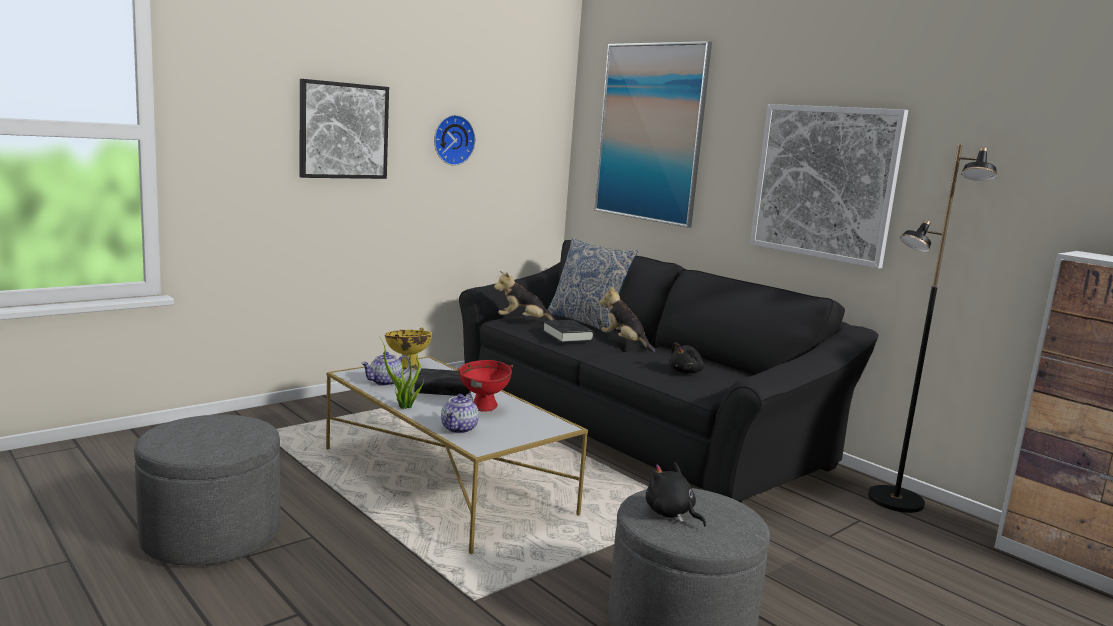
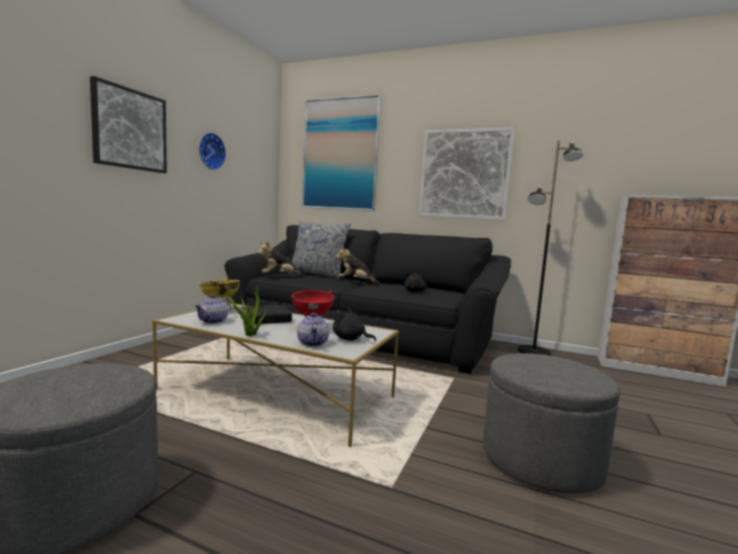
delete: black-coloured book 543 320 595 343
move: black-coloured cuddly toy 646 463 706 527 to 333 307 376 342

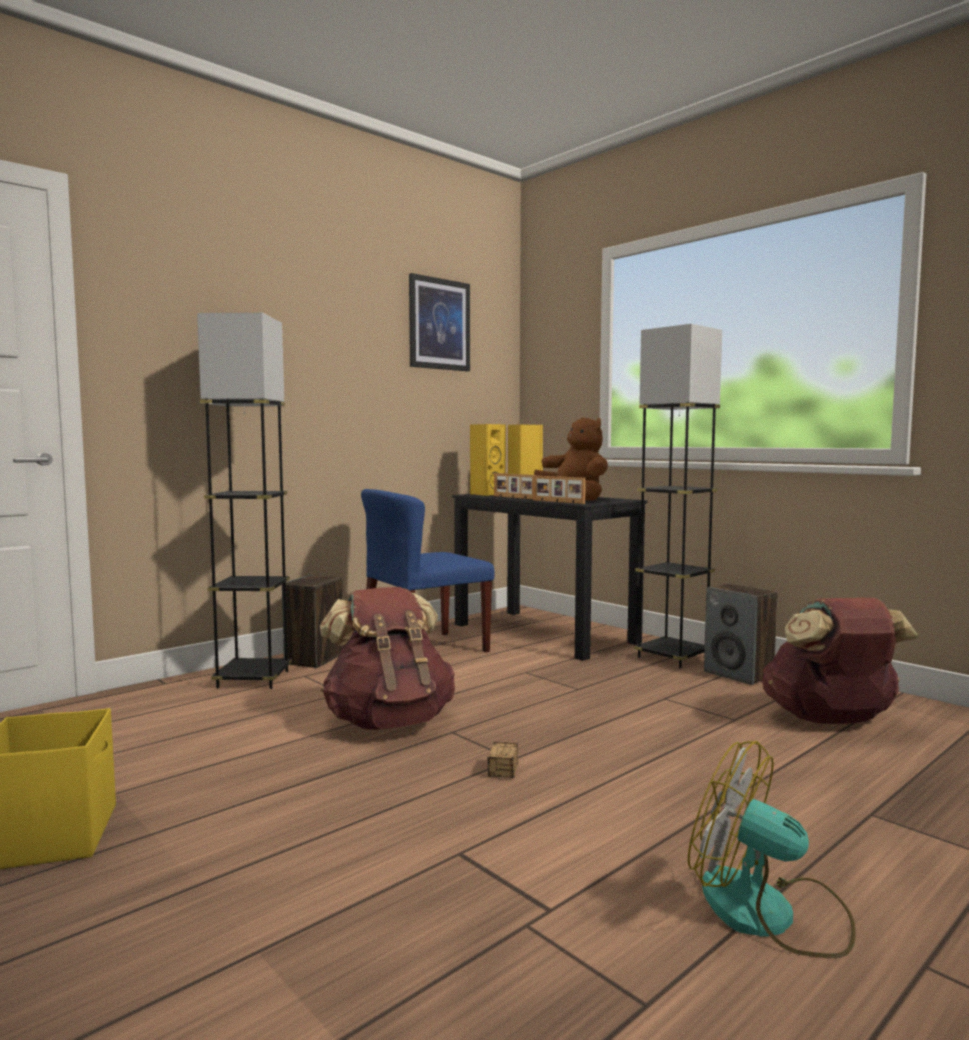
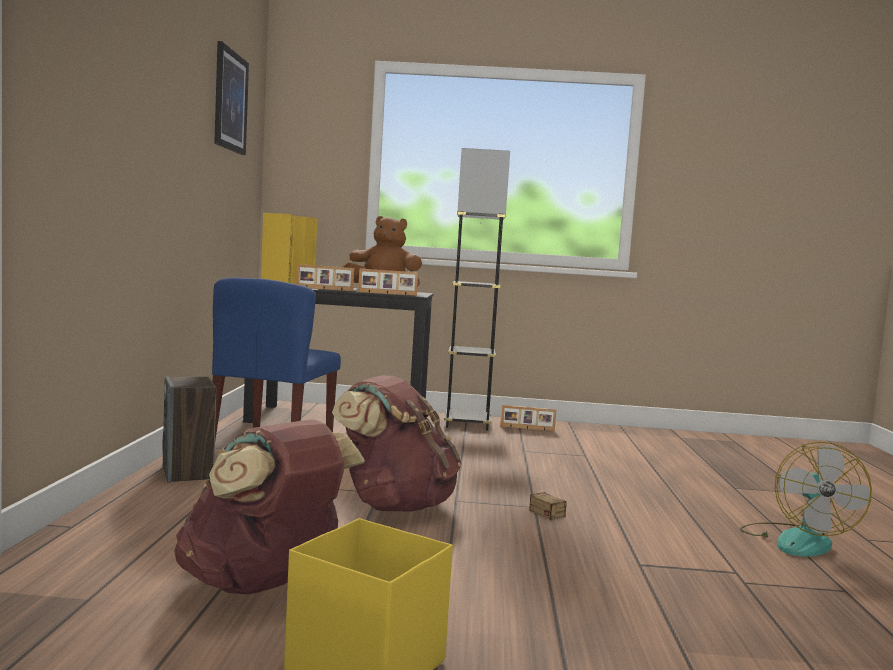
delete: gray standard lamp 197 313 292 689
move: brown-coloured backpack 762 598 919 724 to 174 419 365 595
replace: speaker 704 584 778 685 to picture frame 501 405 556 431
rotate: cooling fan 688 741 856 958 = 740 441 872 557 75 degrees counterclockwise

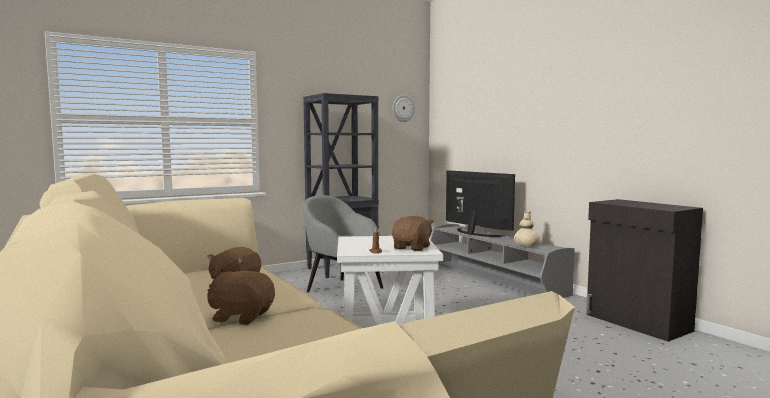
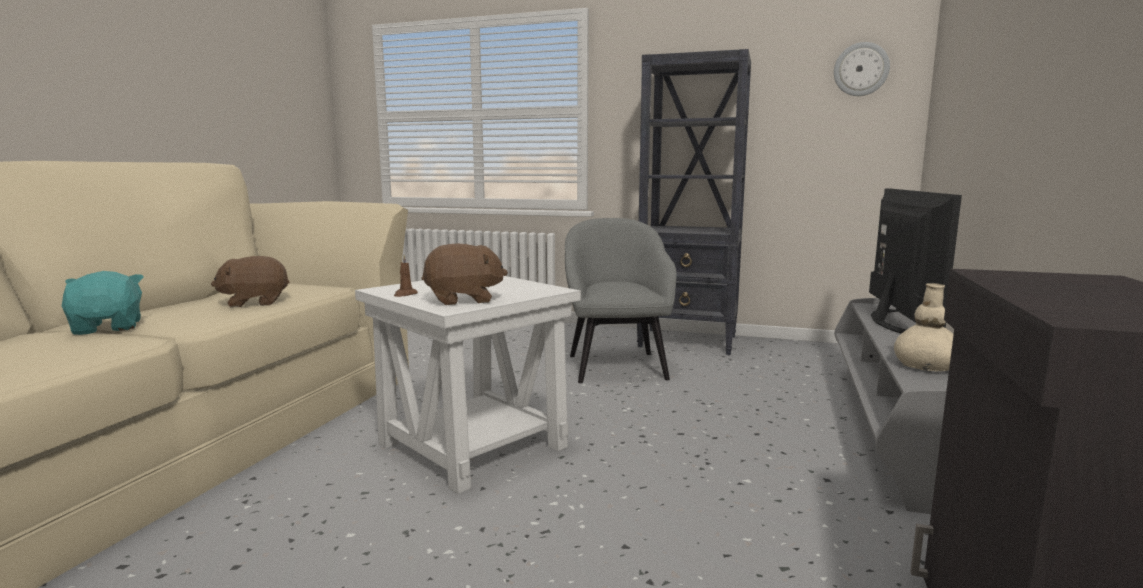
recolor: brown-coloured cuddly toy 207 271 275 325 to turquoise cuddly toy 62 271 144 335

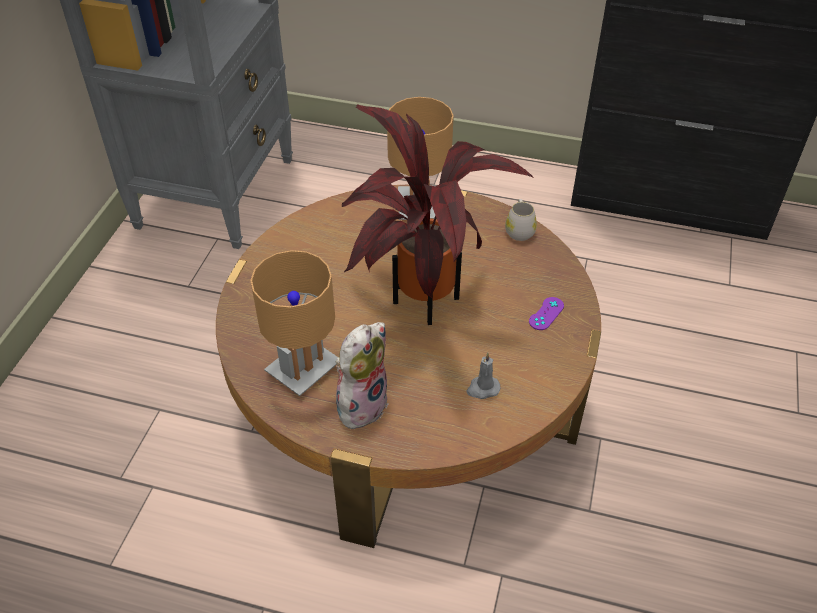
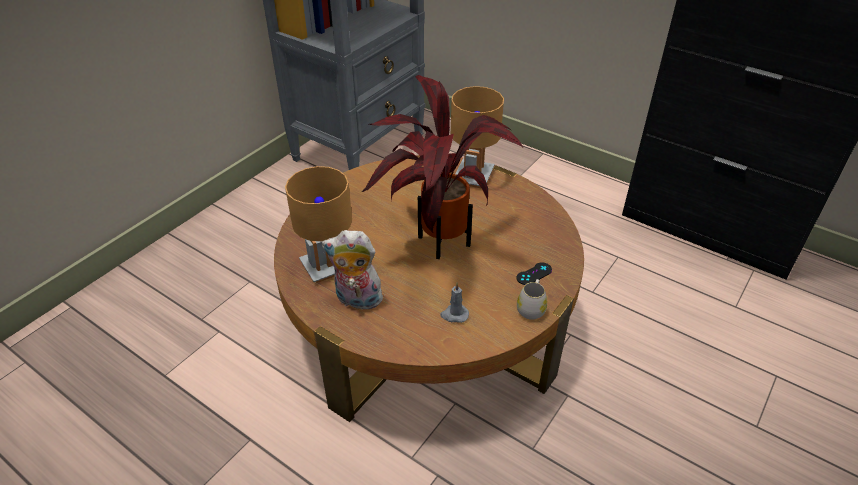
move: whitish mug 505 199 537 241 to 517 279 547 320
recolor: purple gamepad 529 297 564 330 to black-coloured gamepad 517 262 552 285
rotate: cuddly toy 335 322 389 430 = 322 230 383 310 135 degrees counterclockwise

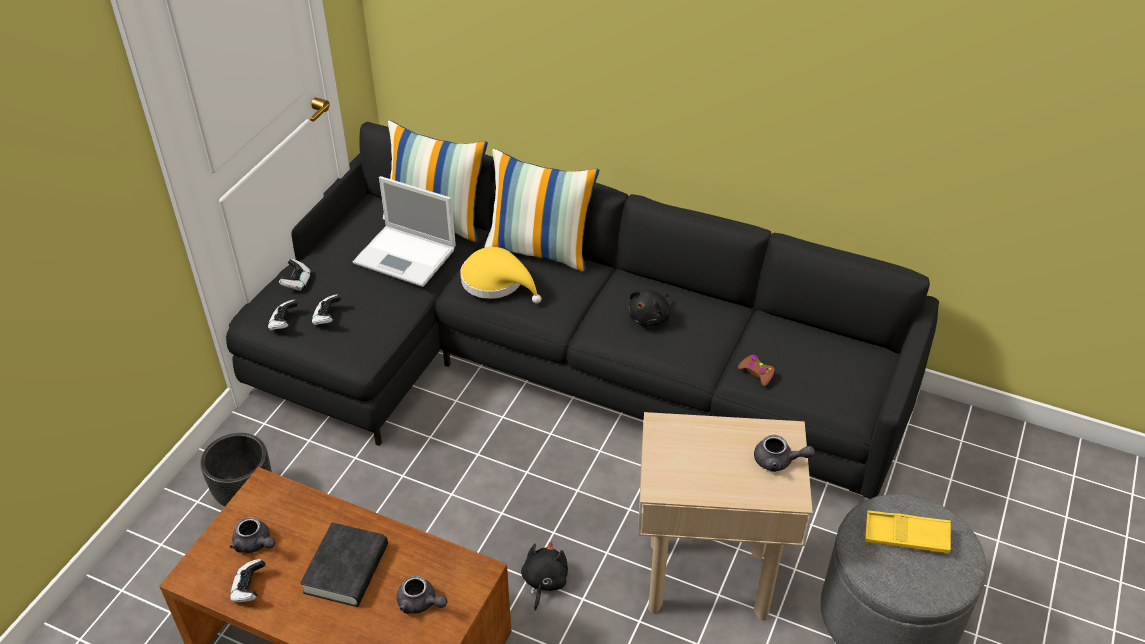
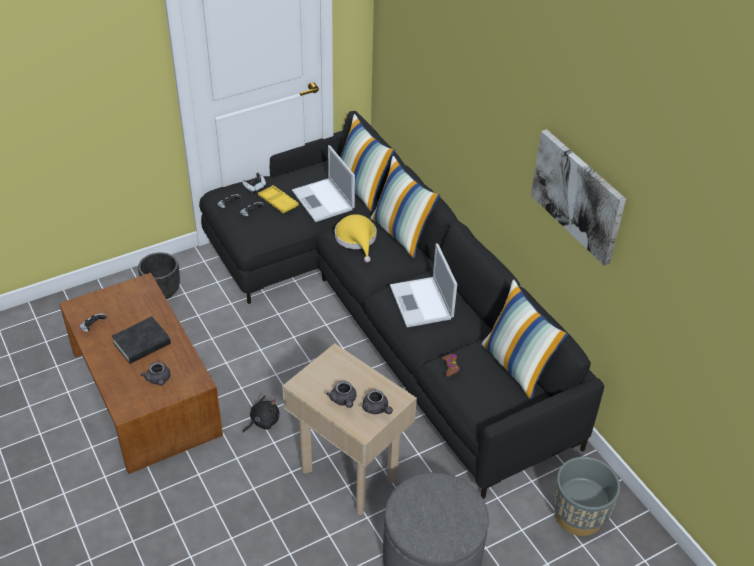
insert: throw pillow 482 279 568 400; picture 531 129 626 266; gray flower pot 553 457 620 536
move: yellow-coloured carrying tray 865 511 951 553 to 258 185 299 213; gray teapot 230 517 275 553 to 326 381 357 408
replace: black-coloured cuddly toy 628 290 671 326 to laptop 390 243 457 327

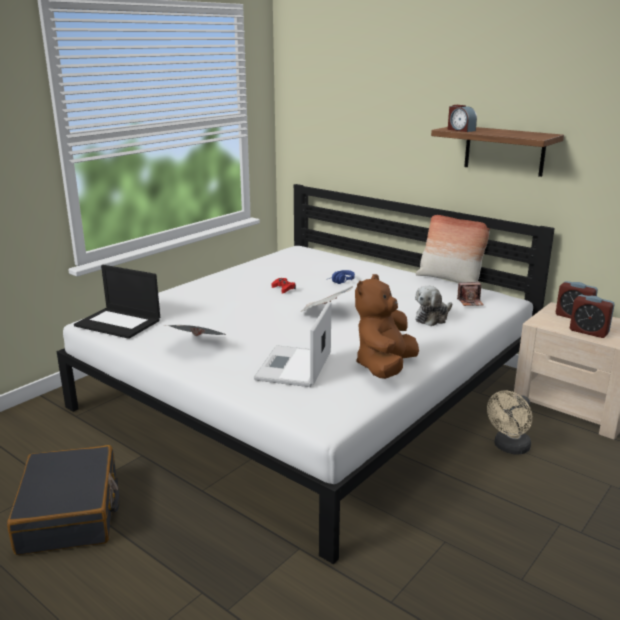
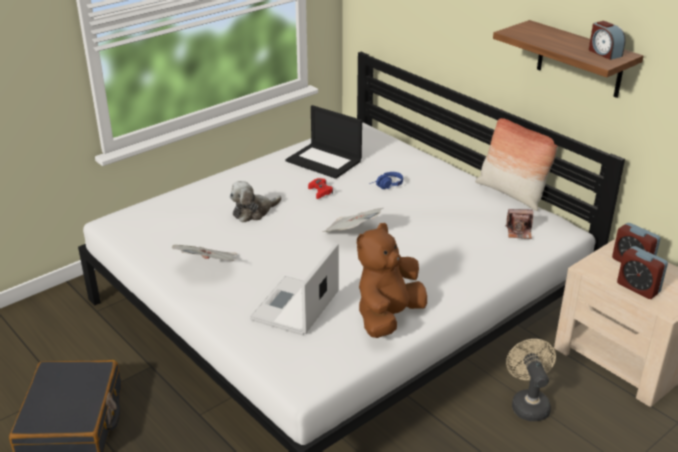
move: cuddly toy 415 286 452 326 to 230 181 282 223; laptop 74 265 160 339 to 286 105 362 179; table clock 448 105 477 132 to 589 21 626 60
rotate: sand-coloured cooling fan 487 390 533 455 = 506 339 556 421 120 degrees clockwise

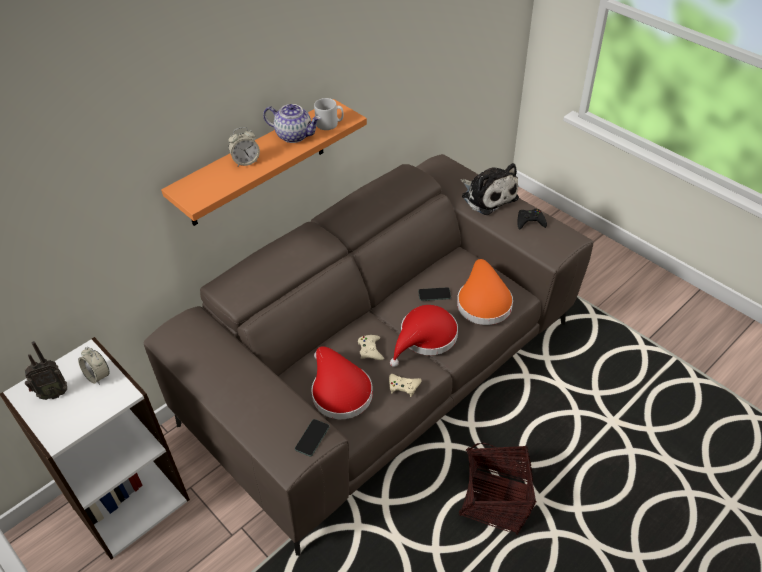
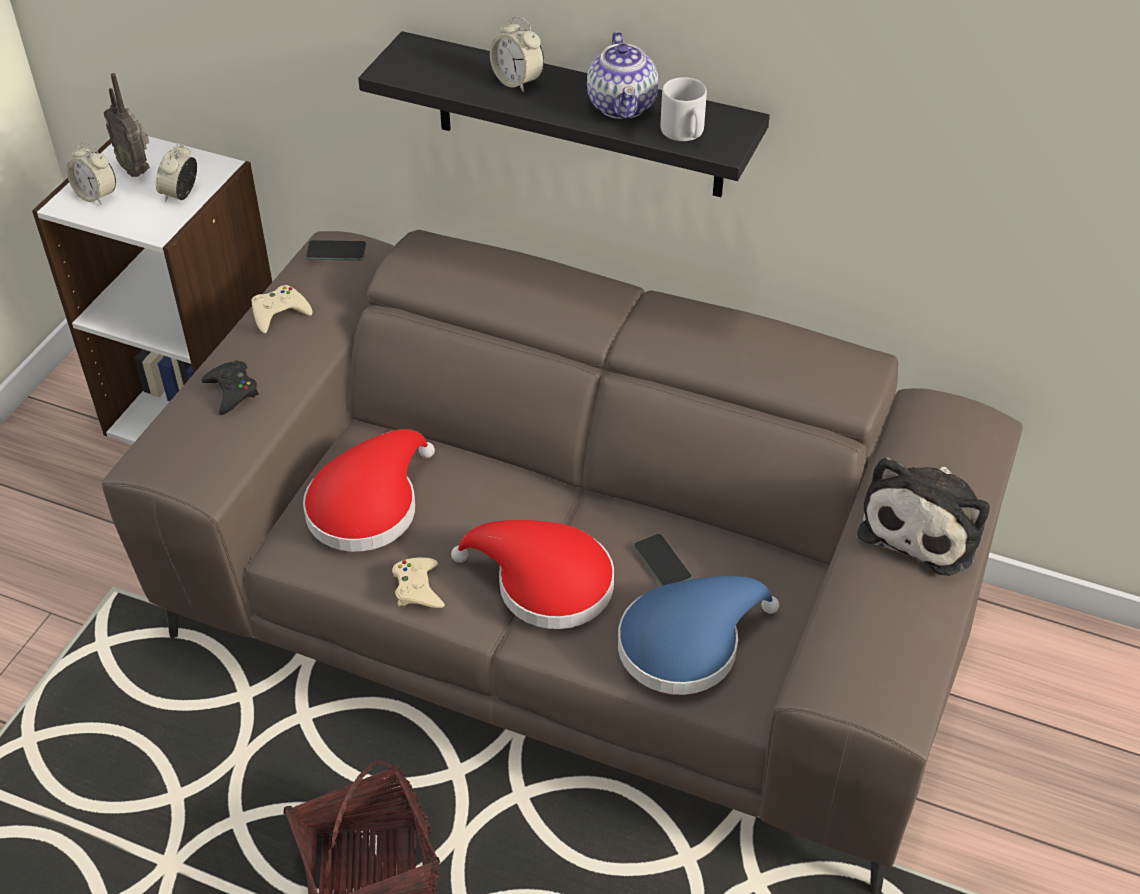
insert: table clock 67 142 116 205
move: black-coloured gamepad 517 209 547 229 to 202 360 259 415; sand-coloured gamepad 358 335 384 360 to 251 285 312 334; telephone 295 419 330 457 to 305 240 367 261
recolor: orangey wall shelf 161 99 367 226 to black-coloured wall shelf 358 31 770 197; orangey clothing hat 457 259 513 325 to blue-coloured clothing hat 618 576 779 695

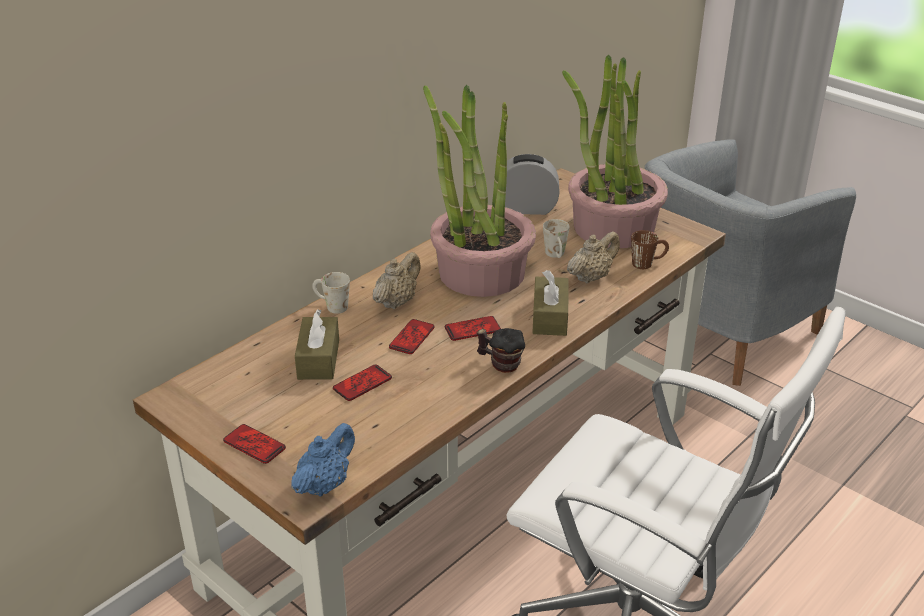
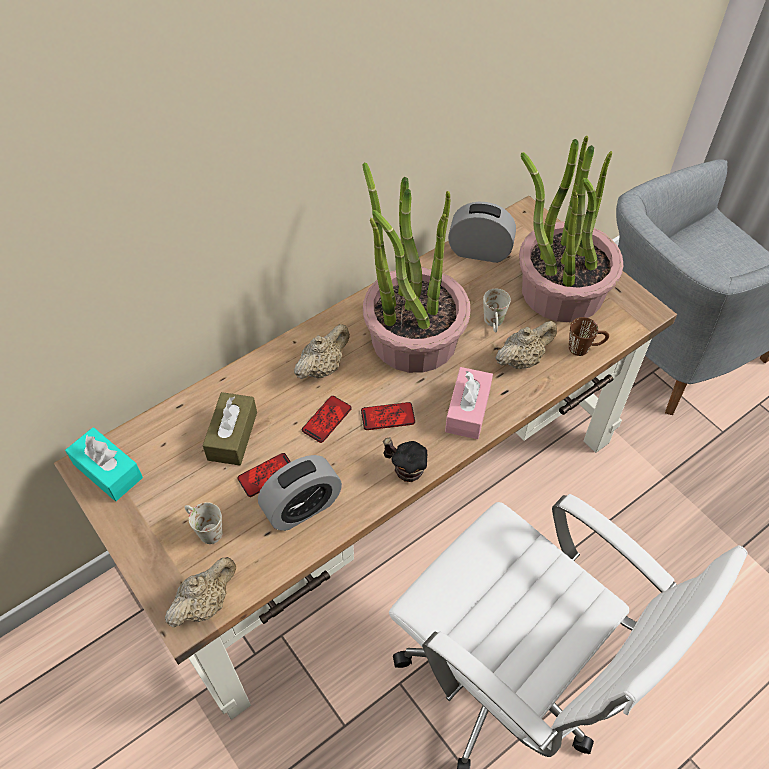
delete: telephone 223 424 286 464
insert: turquoise tissue holder 65 427 143 501; table clock 258 455 342 531
move: whitish mug 312 272 350 314 to 185 502 223 544
recolor: blue-coloured teapot 291 423 355 496 to sand-coloured teapot 165 557 236 627; brown-coloured tissue holder 532 270 568 336 to pink tissue holder 445 367 493 439

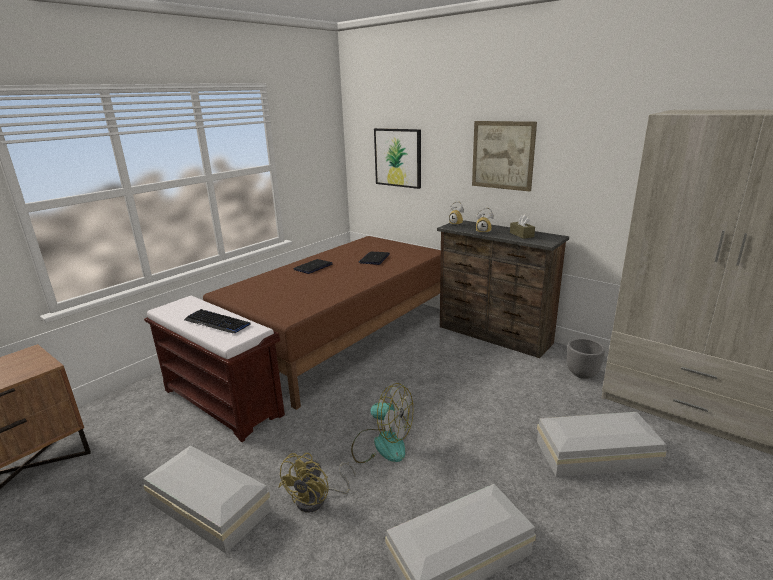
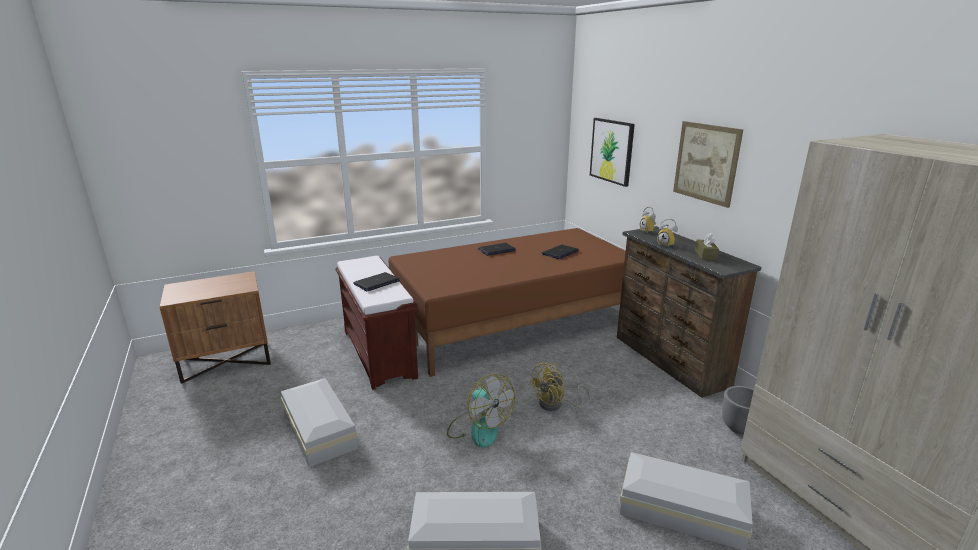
move: yellow-coloured cooling fan 278 453 356 513 to 529 362 590 411
replace: keyboard 184 309 251 334 to laptop 354 272 400 291

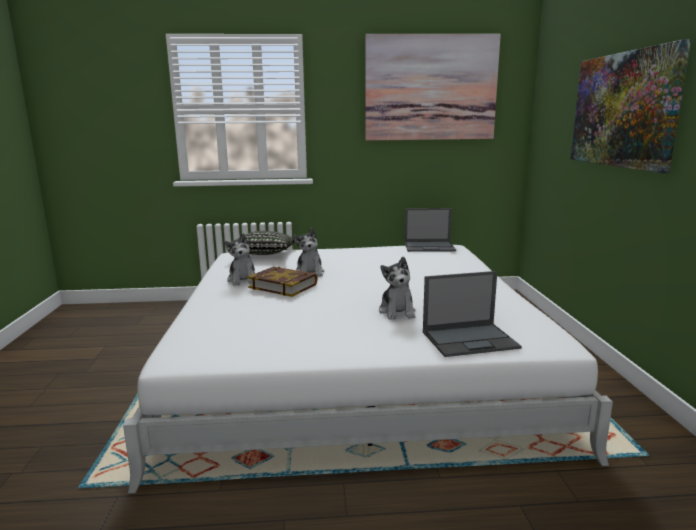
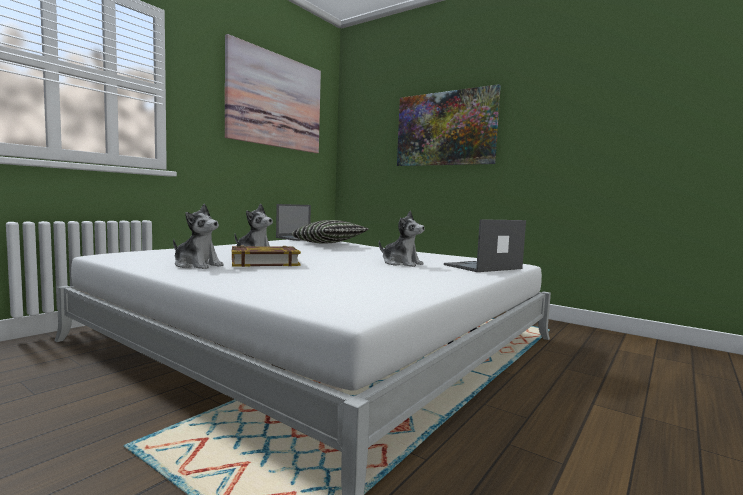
move: throw pillow 234 231 296 255 to 291 220 369 244
rotate: laptop 423 271 522 357 = 444 219 526 272 150 degrees counterclockwise

